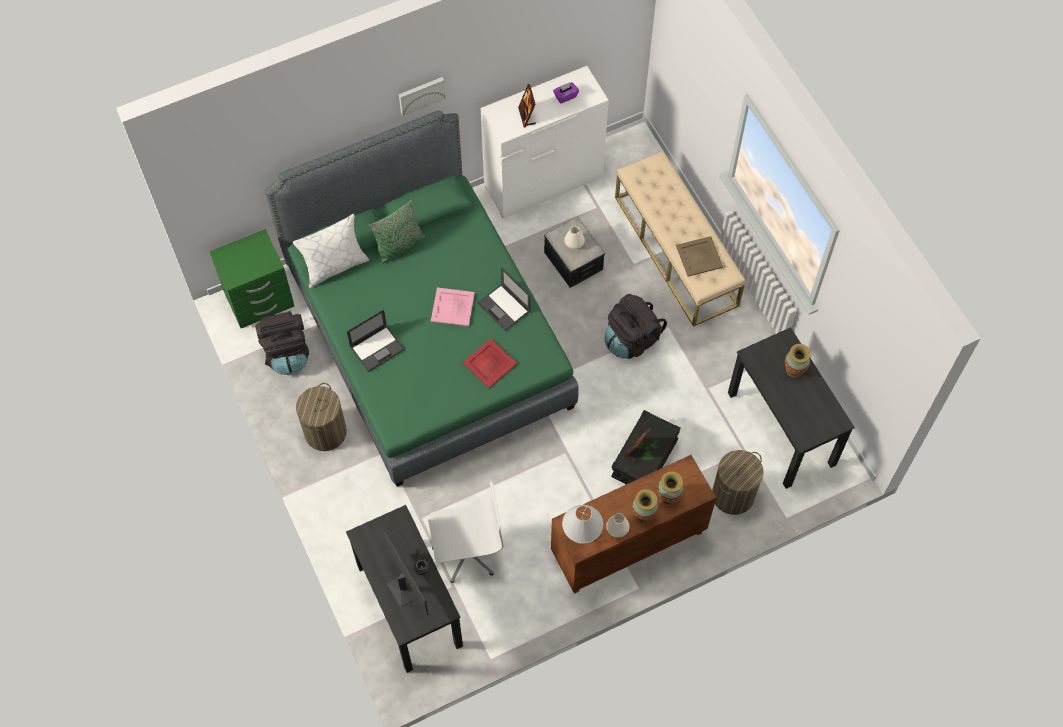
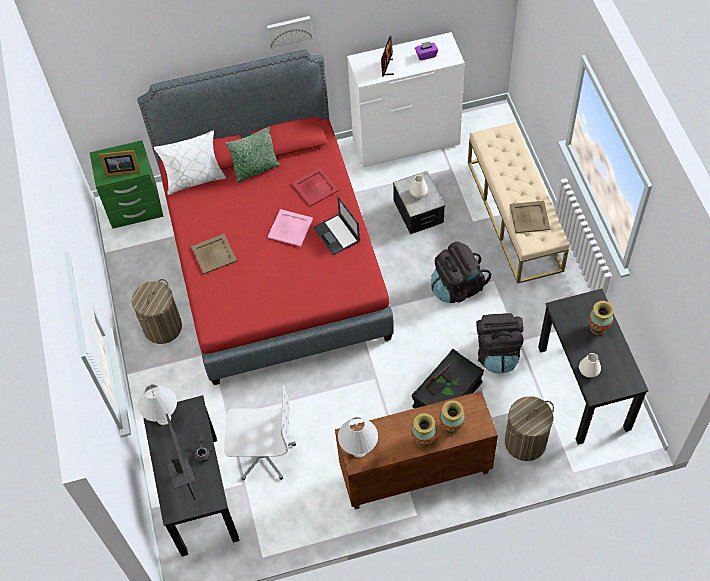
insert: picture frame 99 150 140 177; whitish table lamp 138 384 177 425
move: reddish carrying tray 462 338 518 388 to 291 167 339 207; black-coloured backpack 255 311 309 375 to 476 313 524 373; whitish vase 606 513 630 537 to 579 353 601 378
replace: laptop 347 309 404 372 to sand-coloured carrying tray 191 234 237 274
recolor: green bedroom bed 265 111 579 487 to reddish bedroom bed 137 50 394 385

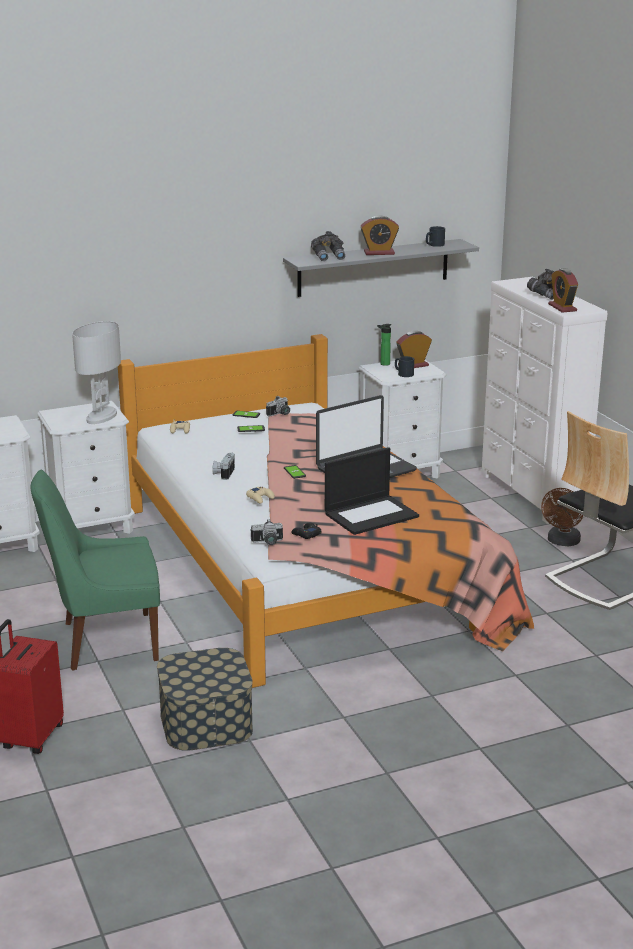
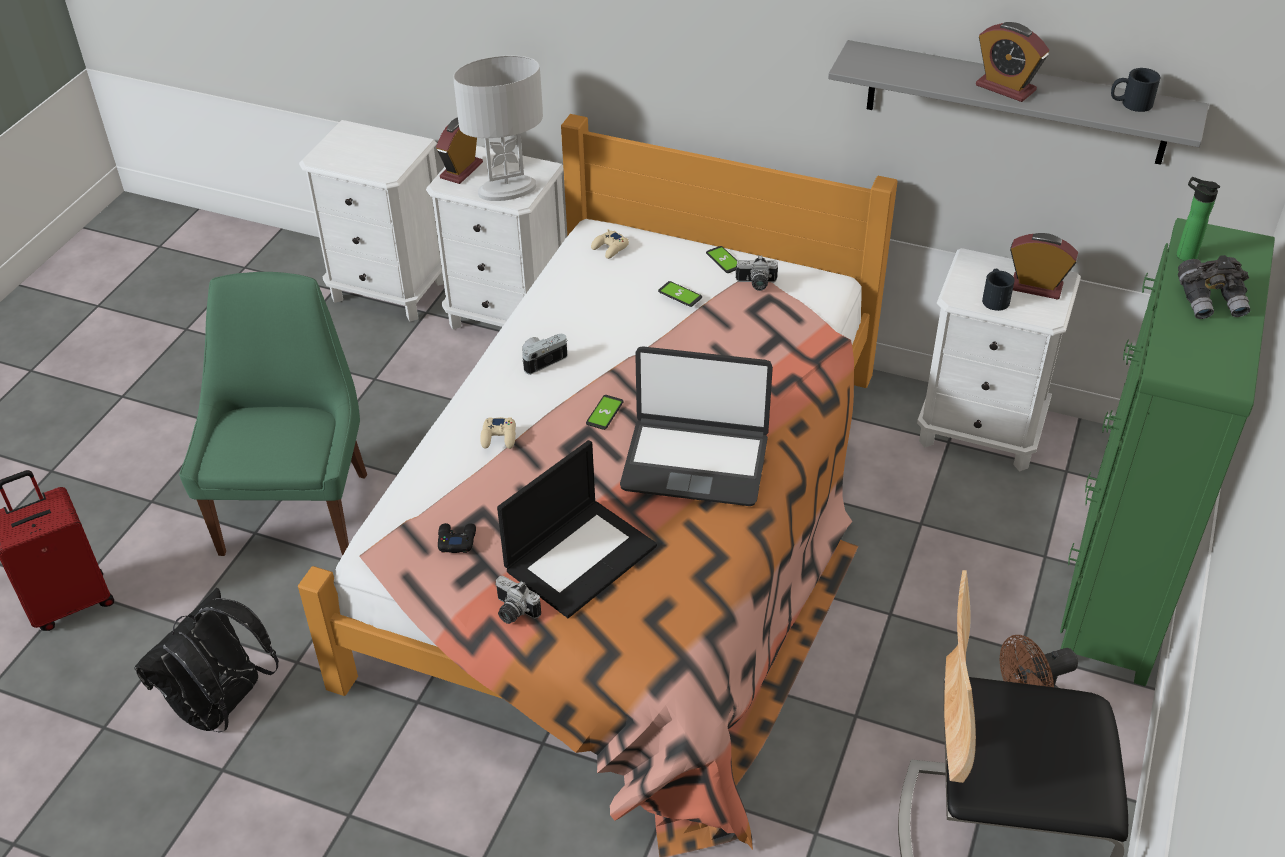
delete: gray field glasses 311 231 345 261
move: table clock 548 268 578 313 to 436 117 483 184; photo camera 251 519 283 545 to 495 576 541 624; drink bottle 377 324 391 366 to 1177 177 1220 261
replace: storage container 157 648 253 751 to black-coloured backpack 134 588 279 733
recolor: whitish dresser 481 277 607 524 to green dresser 1060 218 1275 686
rotate: green plain chair 31 469 160 671 = 179 272 367 556 60 degrees clockwise; laptop 325 447 419 535 = 497 440 657 618 60 degrees counterclockwise

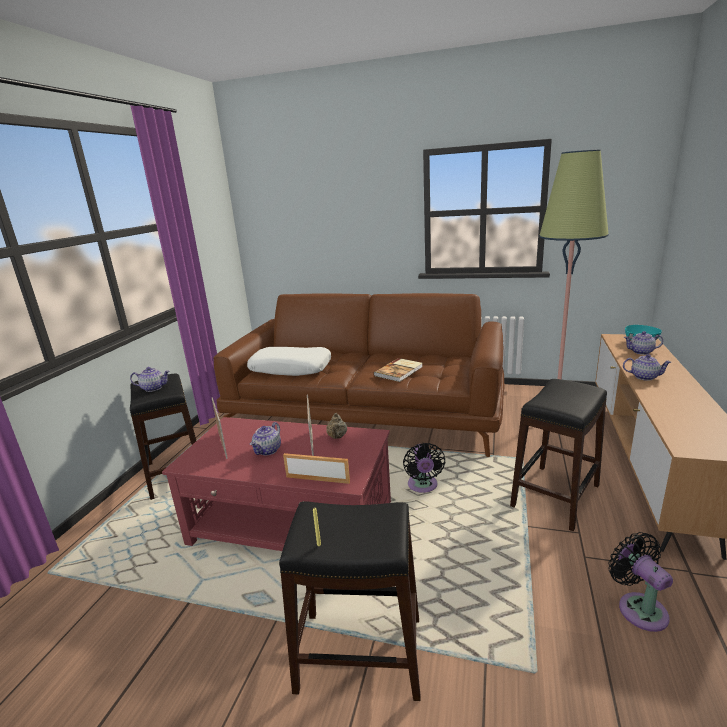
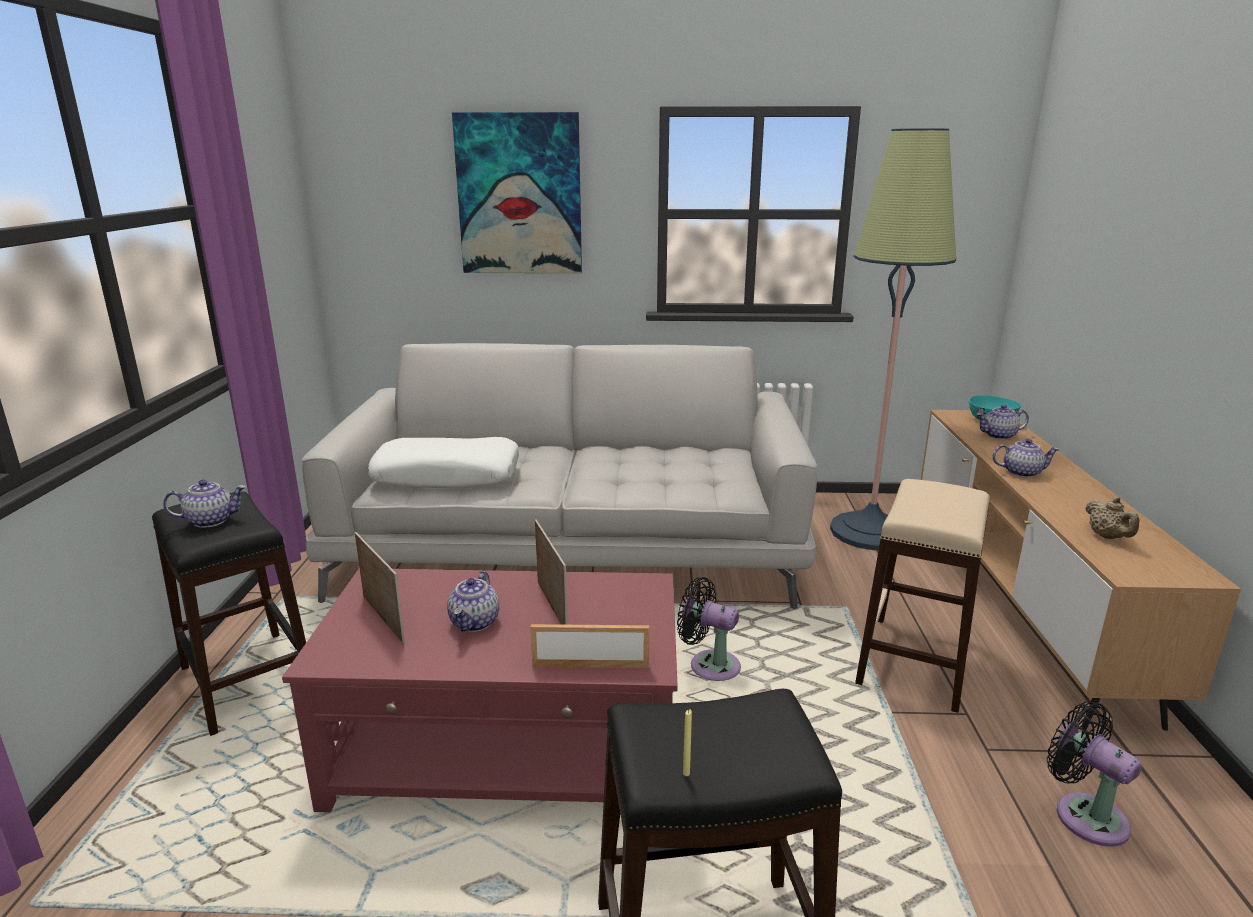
delete: book 374 358 423 382
insert: picture 452 112 582 273
move: sand-coloured teapot 326 413 347 439 to 1085 496 1140 539
recolor: brown-coloured settee 213 293 505 457 to whitish settee 302 343 817 609; black-coloured stool seat 510 379 607 531 to sand-coloured stool seat 855 479 990 713
rotate: black-coloured cooling fan 403 443 445 493 = 677 577 741 681 135 degrees clockwise

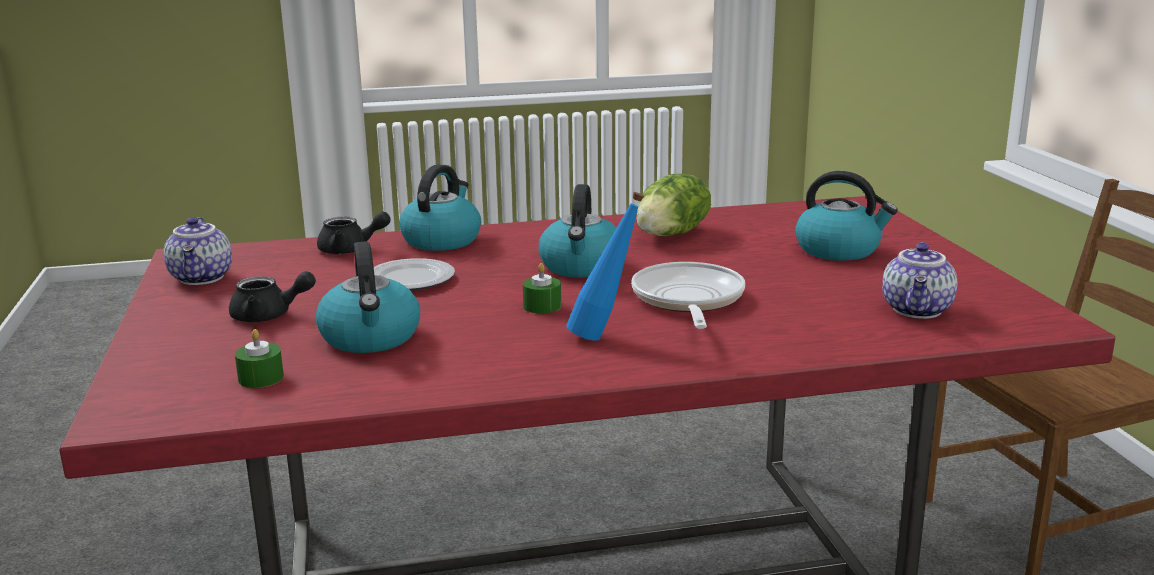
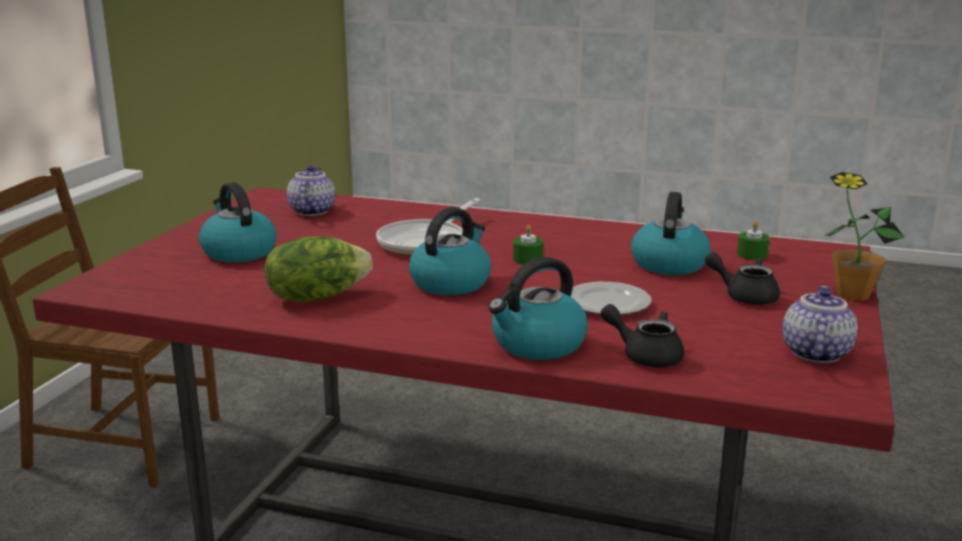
delete: blue-coloured drink bottle 566 192 644 341
insert: plant in a pot 824 172 904 301
rotate: teapot 882 242 957 319 = 287 165 336 216 45 degrees counterclockwise

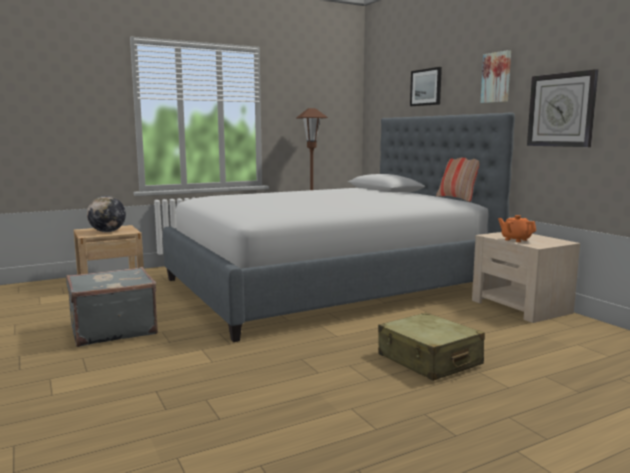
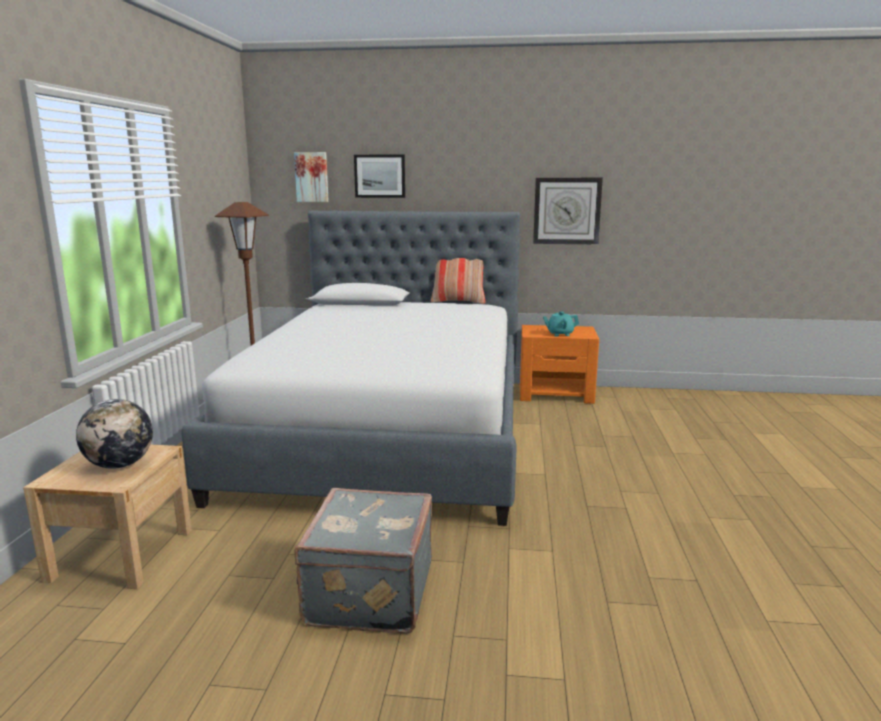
delete: sand-coloured travel case 378 312 485 381
move: picture 481 50 511 103 to 294 152 329 202
recolor: sand-coloured bedside table 472 232 580 323 to orangey bedside table 520 325 599 404; orangey teapot 498 215 536 242 to turquoise teapot 543 311 579 337

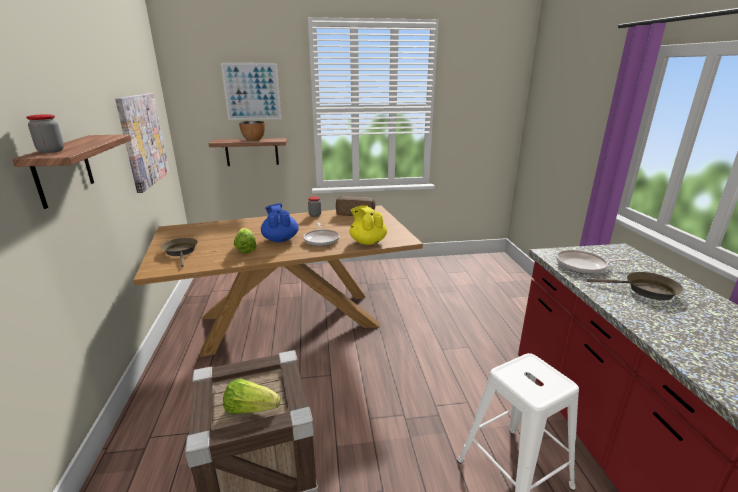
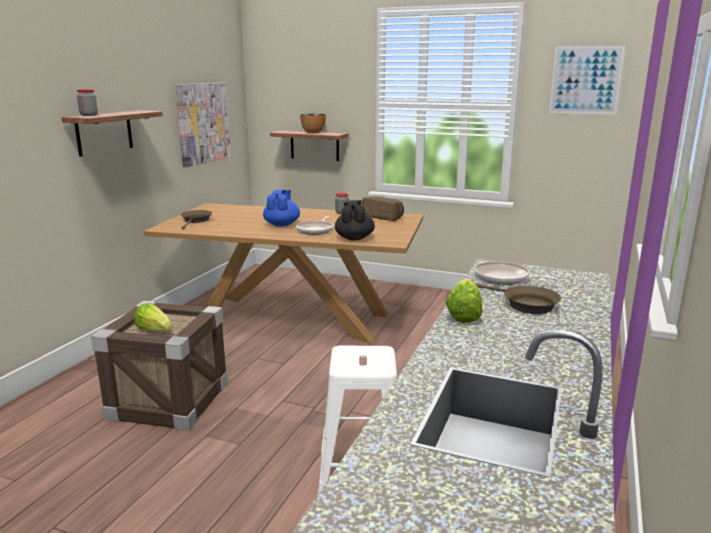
move: lettuce 234 228 257 253 to 445 279 483 323; picture 221 63 281 120 to 549 46 625 115
recolor: yellow-coloured teapot 349 205 387 245 to black-coloured teapot 335 200 375 240

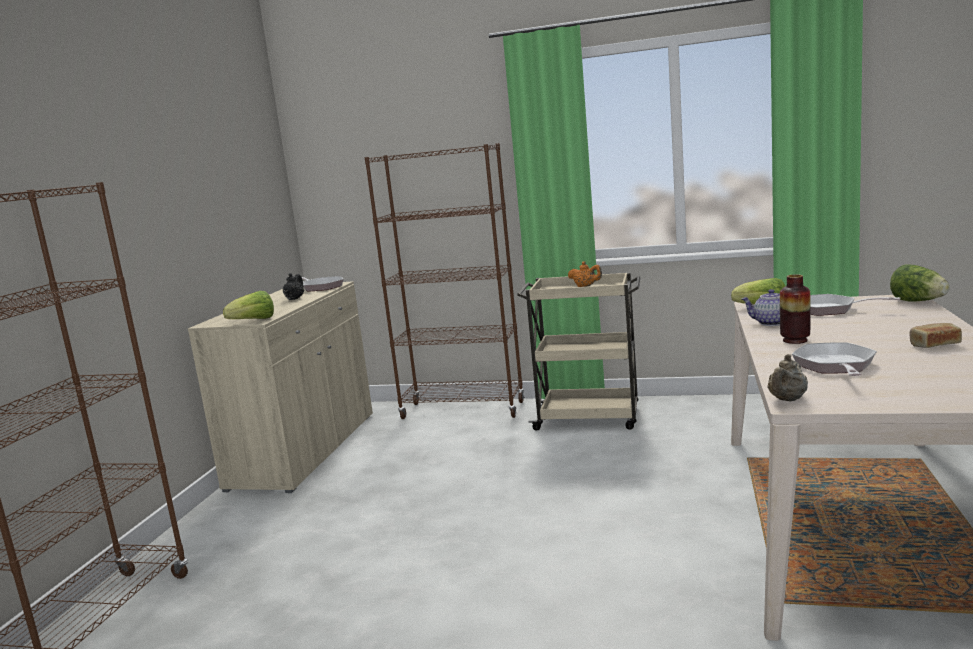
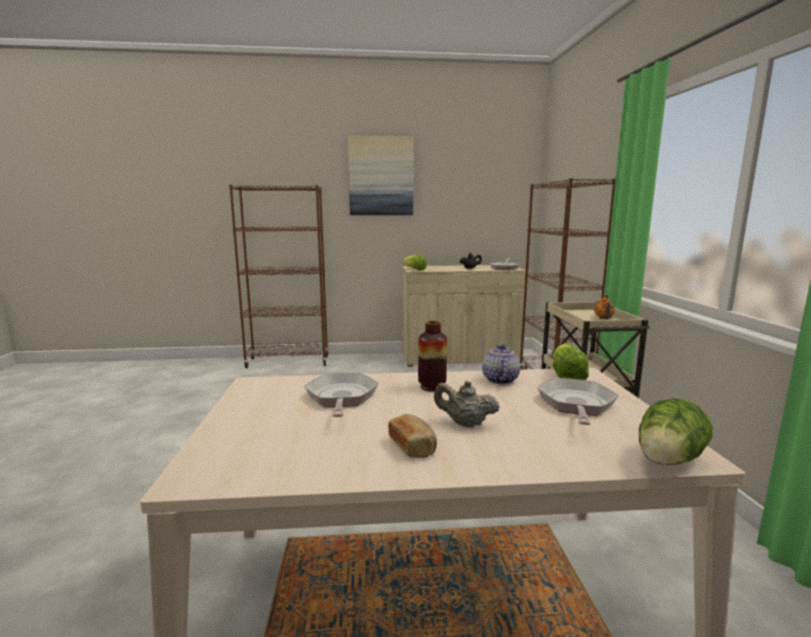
insert: picture 348 136 414 215
move: sand-coloured teapot 767 354 808 401 to 434 380 500 428
rotate: pan 792 342 877 376 = 304 373 379 417 90 degrees counterclockwise

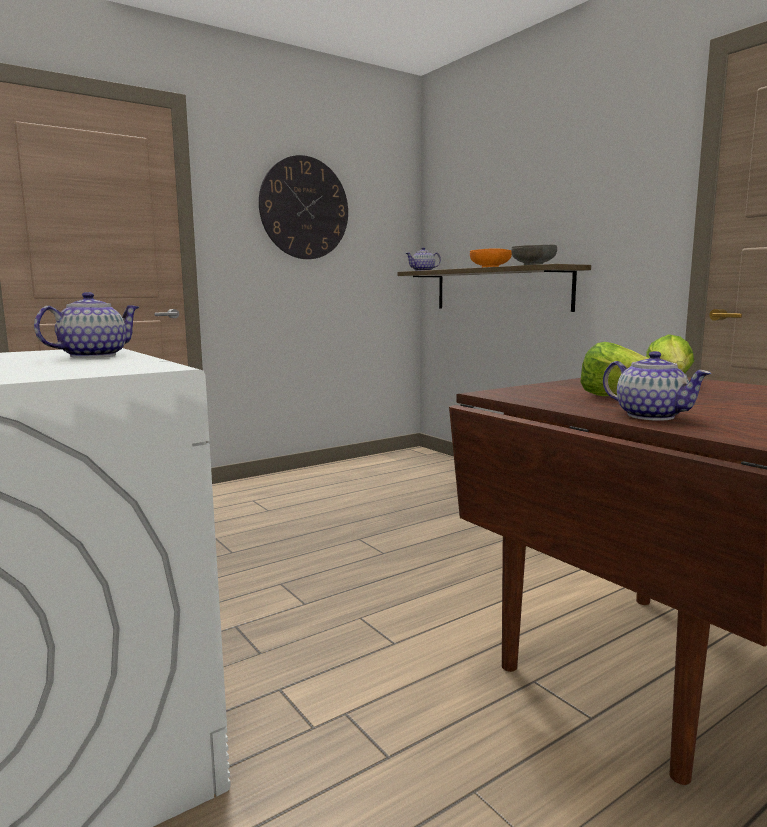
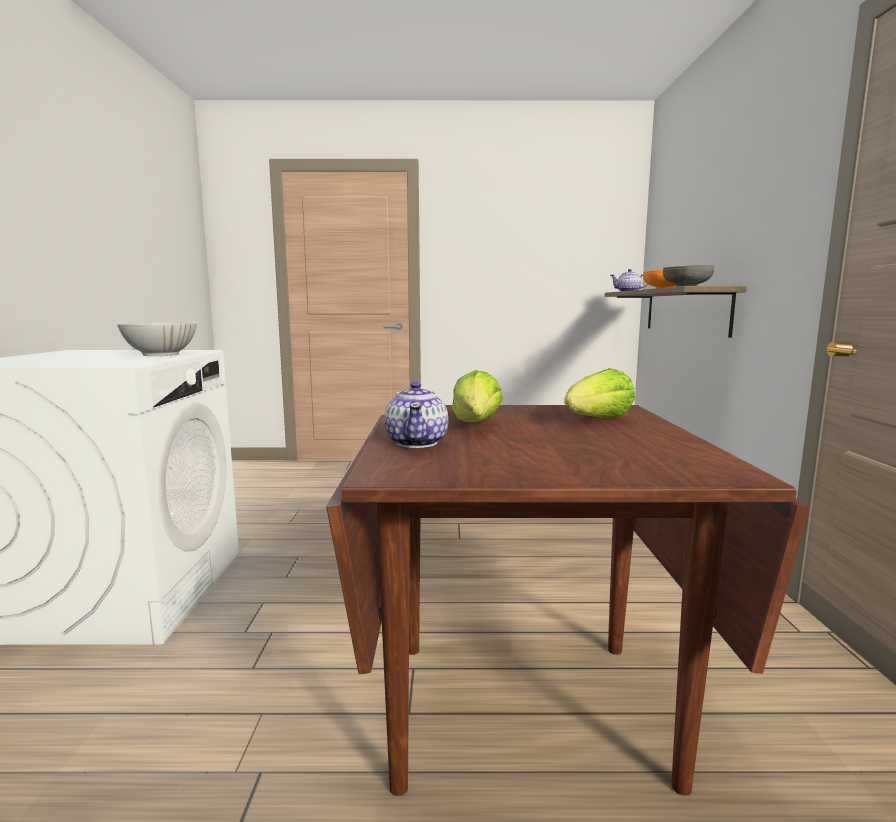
delete: clock on the wall 259 155 348 259
replace: teapot 34 292 139 358 to whitish bowl 117 322 197 356

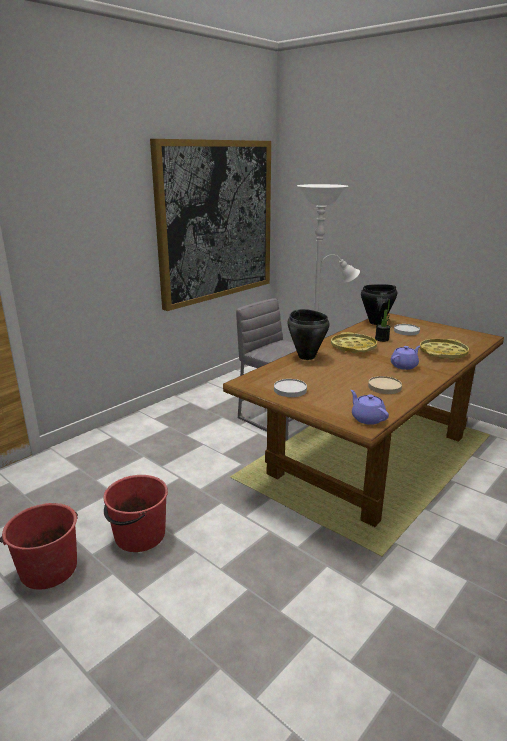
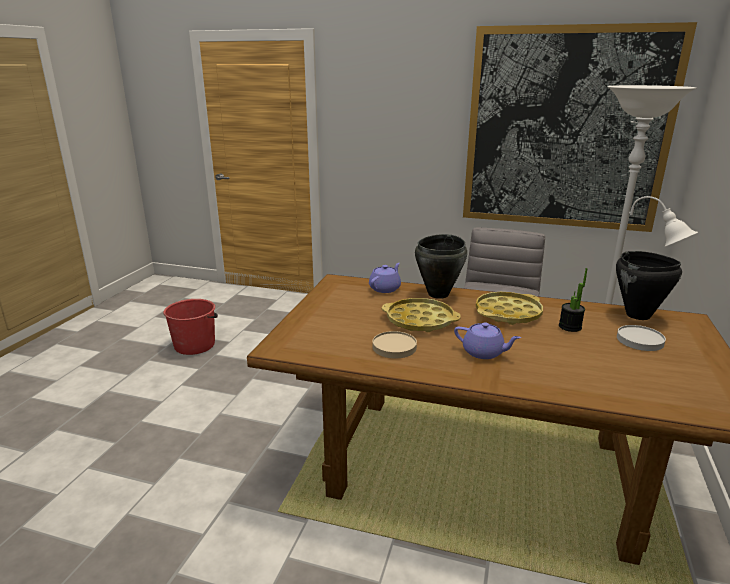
delete: reddish water bucket 103 475 168 552; whitish flat dish 274 379 307 397
move: purple teapot 350 390 389 425 to 369 263 401 293; yellow-coloured carrying tray 419 339 469 360 to 382 298 461 332

